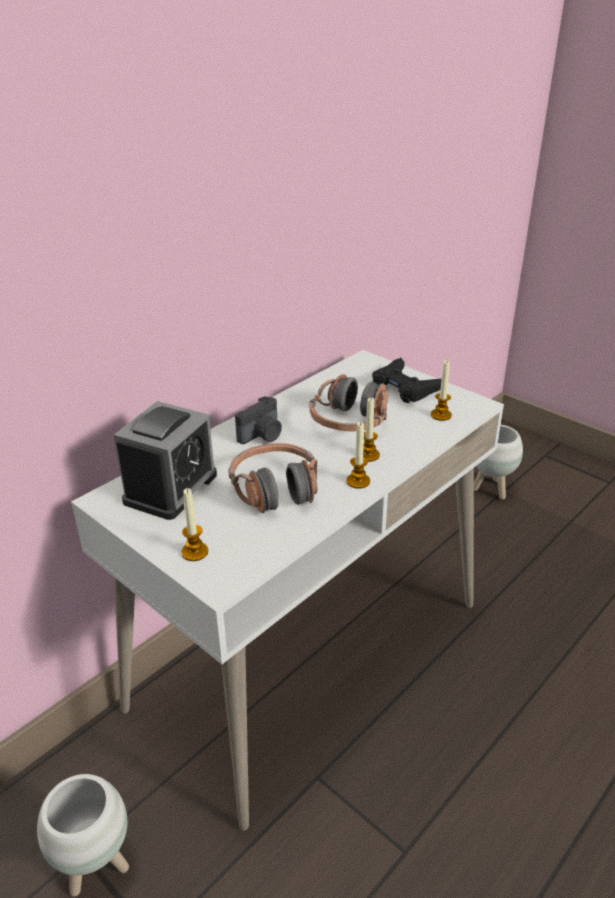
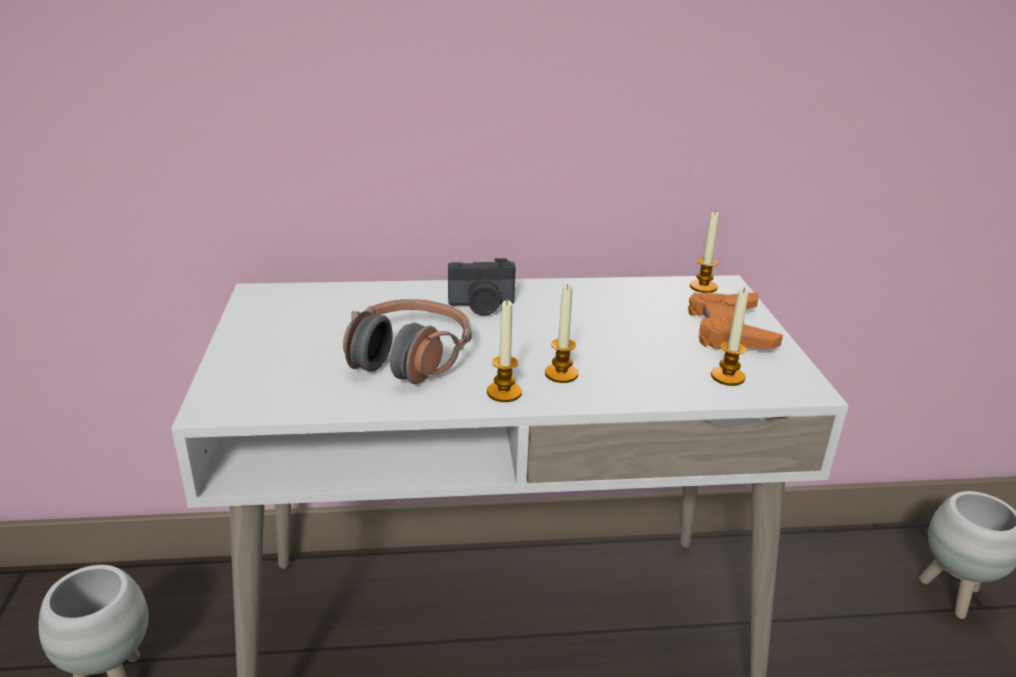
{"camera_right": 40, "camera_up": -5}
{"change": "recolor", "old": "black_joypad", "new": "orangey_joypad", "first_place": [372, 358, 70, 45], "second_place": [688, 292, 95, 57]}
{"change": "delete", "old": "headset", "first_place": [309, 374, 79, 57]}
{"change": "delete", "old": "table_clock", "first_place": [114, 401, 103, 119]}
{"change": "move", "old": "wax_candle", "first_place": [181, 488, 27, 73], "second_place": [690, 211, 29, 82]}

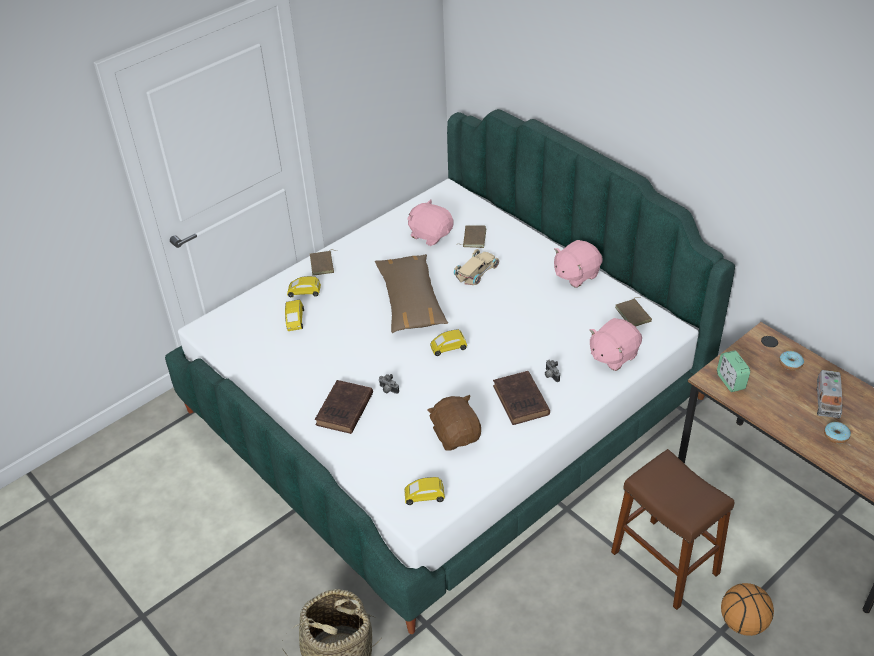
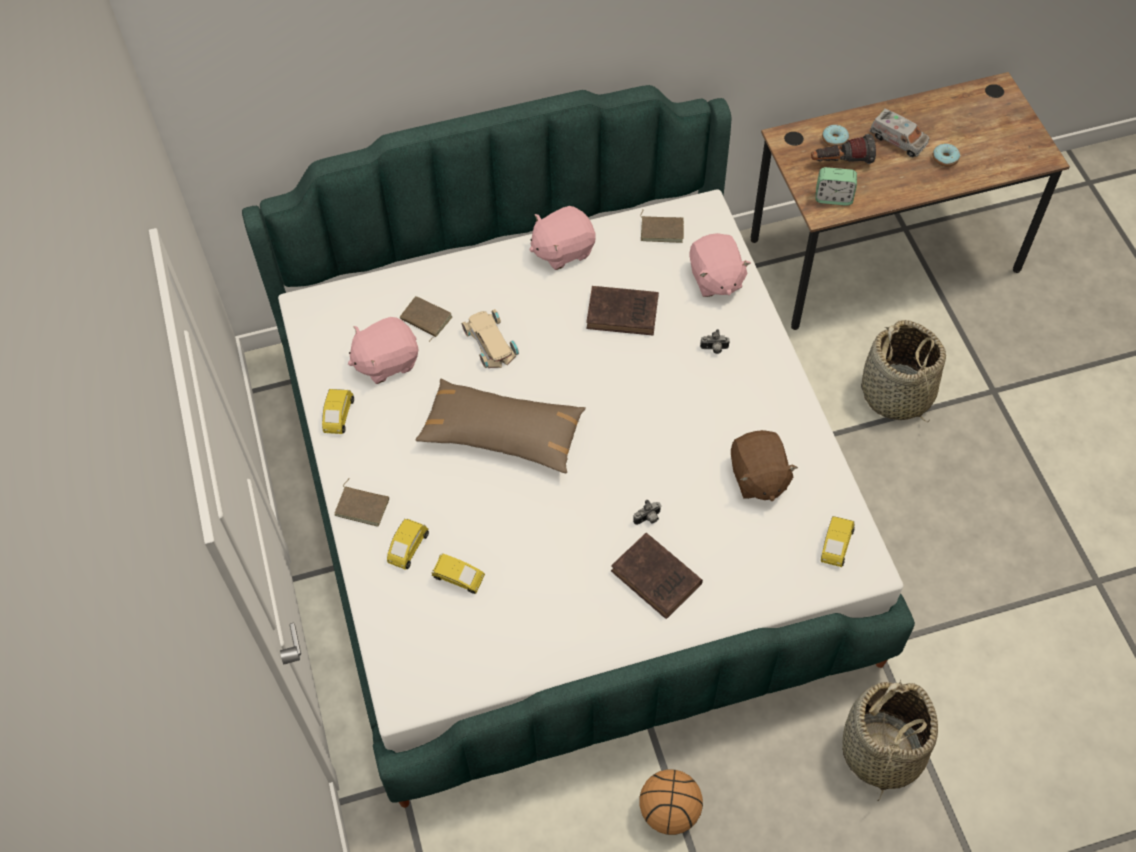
{"camera_right": -65, "camera_up": 15}
{"change": "rotate", "old": "pink_plush_toy", "first_place": [554, 240, 49, 48], "second_place": [529, 206, 67, 64], "degrees": 75}
{"change": "move", "old": "yellowish_miniature_car", "first_place": [430, 329, 37, 27], "second_place": [322, 389, 32, 45]}
{"change": "move", "old": "brown-coloured_bound_book", "first_place": [493, 371, 57, 54], "second_place": [586, 286, 73, 50]}
{"change": "rotate", "old": "brown-coloured_plush_toy", "first_place": [427, 395, 54, 56], "second_place": [731, 430, 67, 71], "degrees": -105}
{"change": "replace", "old": "brown-coloured_stool_seat", "new": "household_basket", "first_place": [611, 449, 123, 161], "second_place": [861, 320, 85, 102]}
{"change": "move", "old": "basketball", "first_place": [721, 583, 53, 53], "second_place": [639, 769, 64, 66]}
{"change": "insert", "new": "hand_torch", "second_place": [811, 134, 65, 30]}

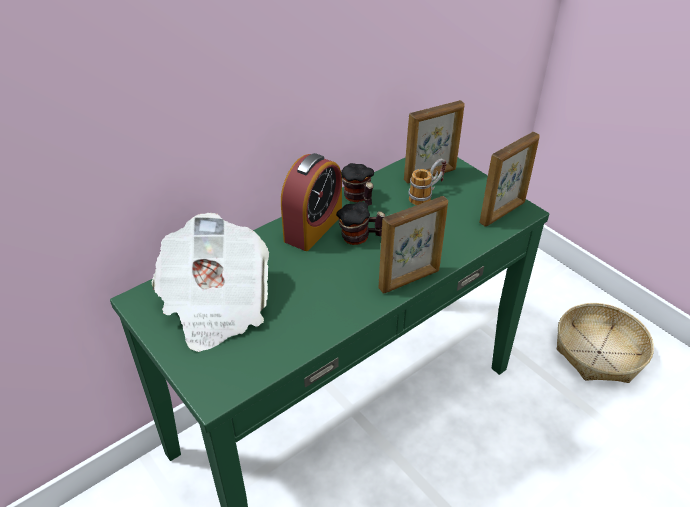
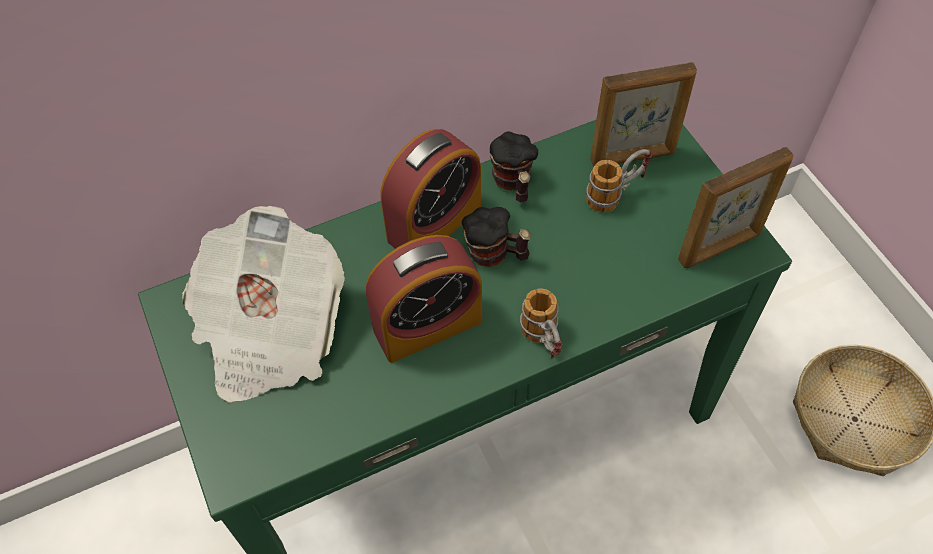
{"camera_right": 15, "camera_up": 15}
{"change": "replace", "old": "photo_frame", "new": "mug", "first_place": [378, 196, 70, 97], "second_place": [520, 288, 42, 72]}
{"change": "insert", "new": "table_clock", "second_place": [365, 235, 117, 128]}

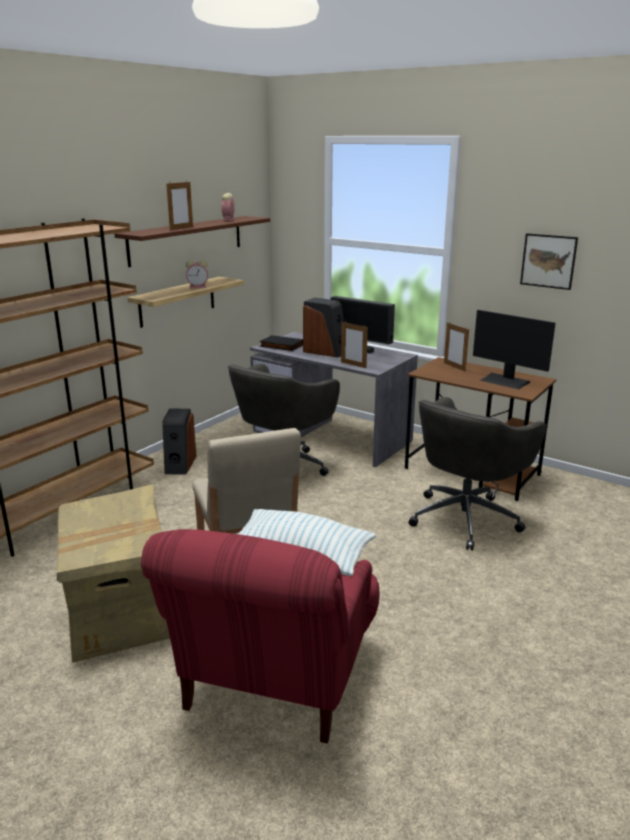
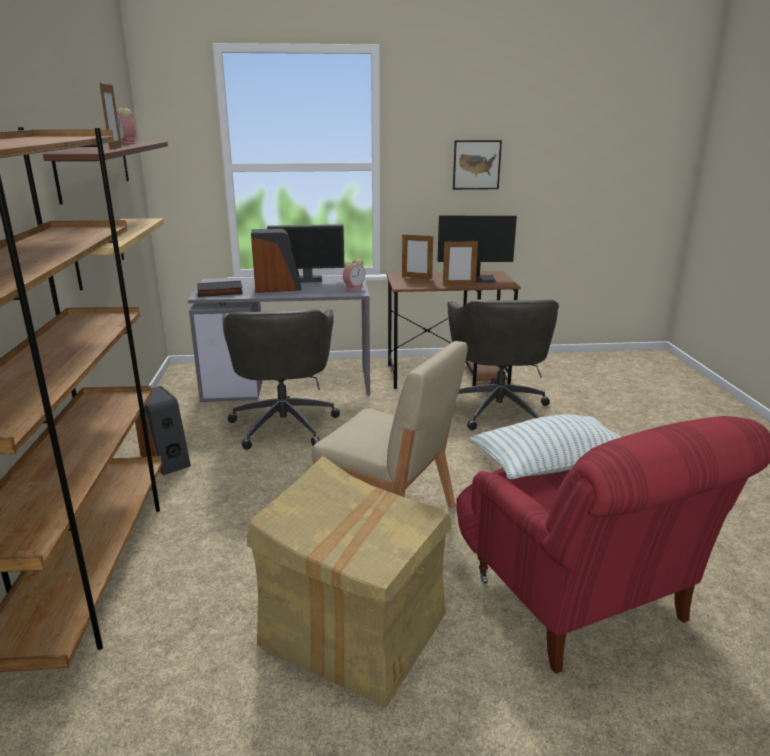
{"camera_right": -40, "camera_up": 0}
{"change": "move", "old": "table_clock", "first_place": [186, 260, 22, 28], "second_place": [343, 259, 22, 32]}
{"change": "move", "old": "photo_frame", "first_place": [341, 322, 27, 46], "second_place": [443, 240, 35, 46]}

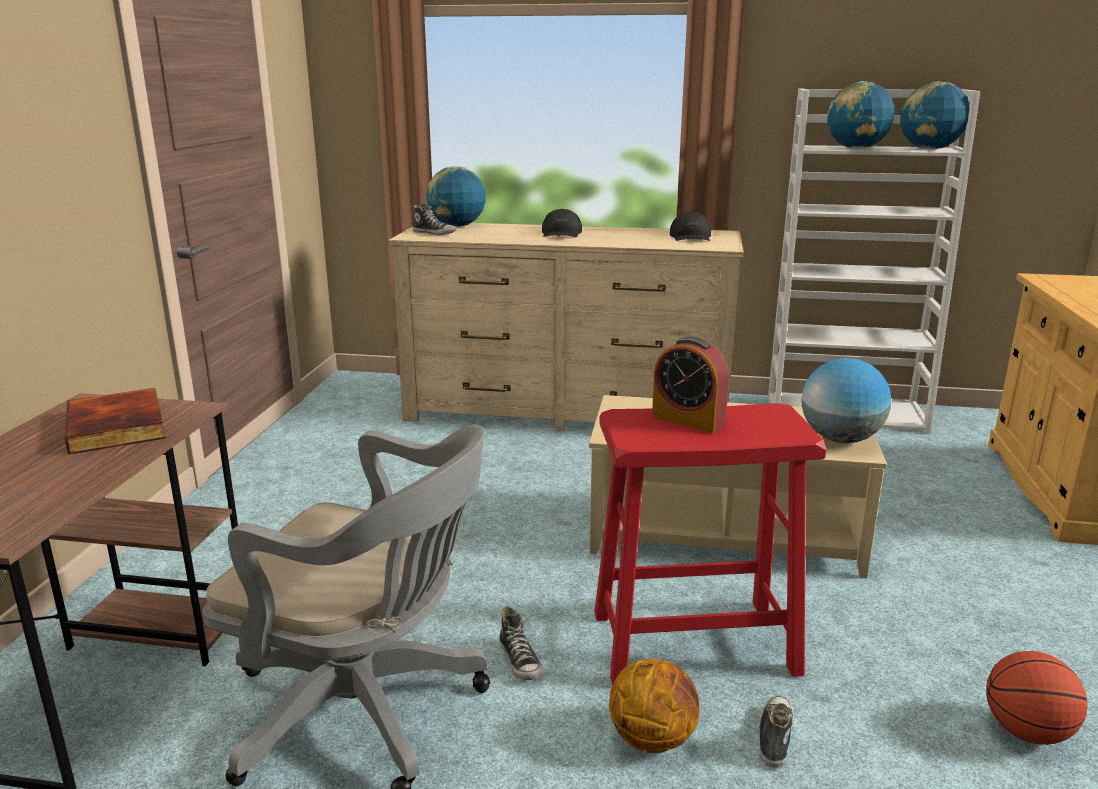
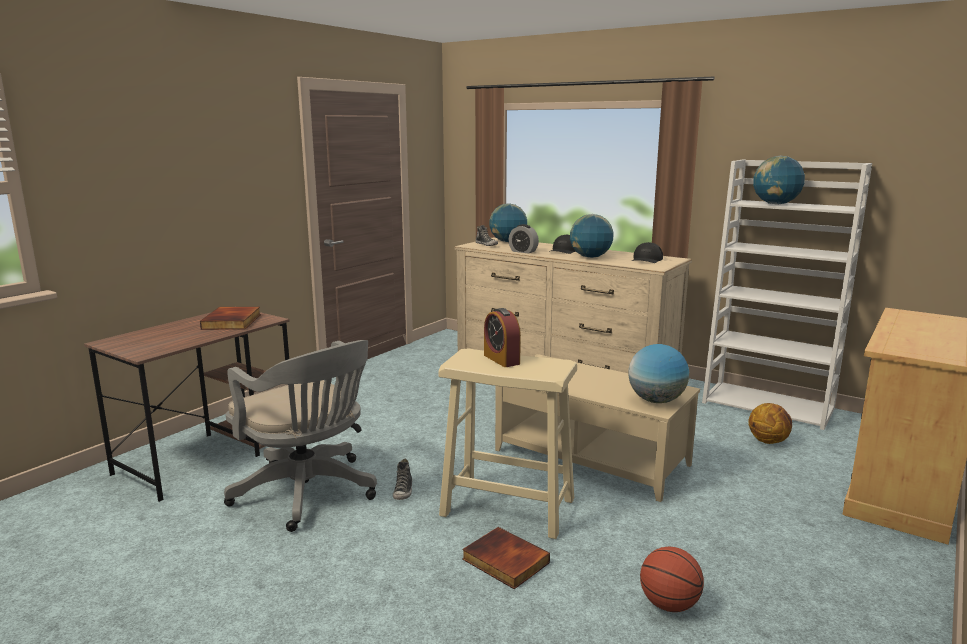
{"camera_right": 25, "camera_up": -5}
{"change": "move", "old": "desk_globe", "first_place": [900, 81, 69, 69], "second_place": [570, 214, 44, 44]}
{"change": "recolor", "old": "reddish_stool_seat", "new": "sand-coloured_stool_seat", "first_place": [594, 403, 232, 283], "second_place": [438, 349, 139, 190]}
{"change": "move", "old": "basketball", "first_place": [609, 659, 90, 94], "second_place": [748, 403, 44, 41]}
{"change": "replace", "old": "item_of_footwear", "new": "bound_book", "first_place": [759, 696, 35, 72], "second_place": [462, 527, 88, 62]}
{"change": "insert", "new": "table_clock", "second_place": [508, 224, 31, 30]}

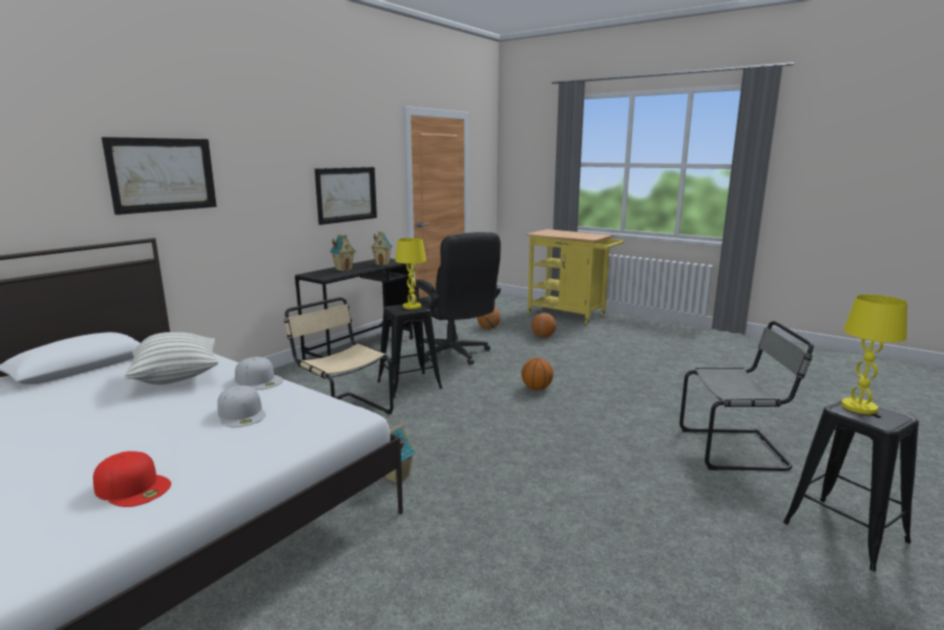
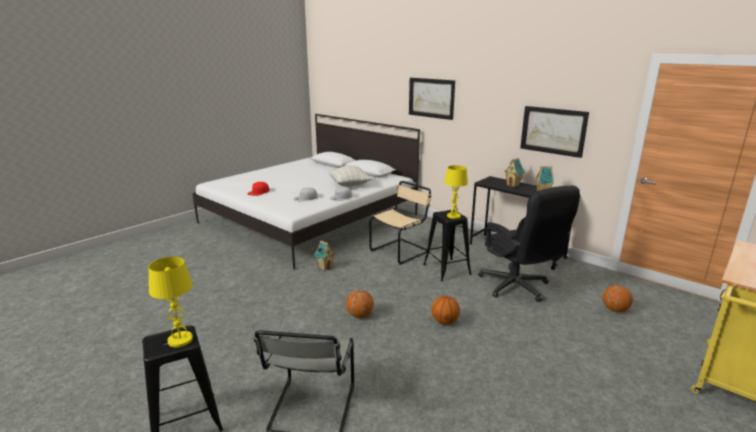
{"camera_right": 95, "camera_up": 5}
{"change": "rotate", "old": "black_computer_chair", "first_place": [413, 232, 88, 133], "second_place": [478, 185, 102, 117], "degrees": -90}
{"change": "move", "old": "basketball", "first_place": [531, 313, 25, 25], "second_place": [346, 290, 27, 28]}

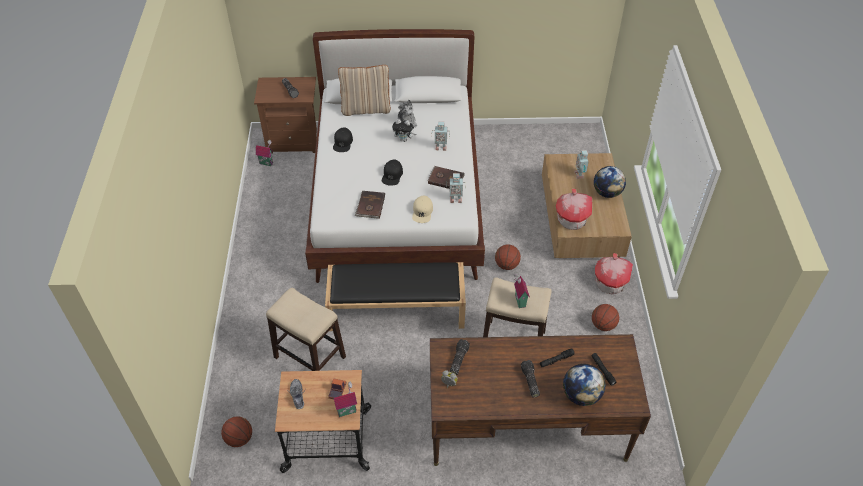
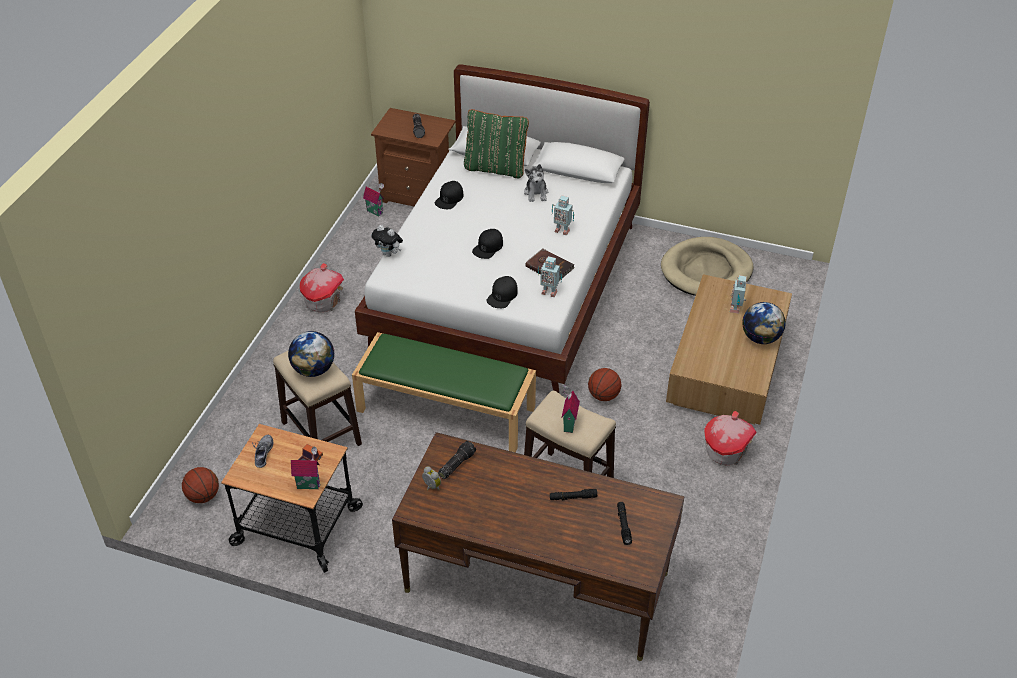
{"camera_right": 20, "camera_up": -5}
{"change": "recolor", "old": "sand-coloured_throw_pillow", "new": "green_throw_pillow", "first_place": [338, 65, 53, 51], "second_place": [464, 109, 65, 70]}
{"change": "move", "old": "plush_toy", "first_place": [392, 119, 24, 23], "second_place": [372, 225, 31, 32]}
{"change": "move", "old": "toy_house", "first_place": [556, 189, 36, 41], "second_place": [300, 263, 44, 49]}
{"change": "delete", "old": "brown-coloured_bound_book", "first_place": [355, 191, 30, 28]}
{"change": "recolor", "old": "sand-coloured_cap", "new": "black_cap", "first_place": [412, 196, 21, 27], "second_place": [486, 276, 32, 32]}
{"change": "recolor", "old": "black_bench", "new": "green_bench", "first_place": [325, 262, 141, 69], "second_place": [352, 332, 184, 121]}
{"change": "delete", "old": "basketball", "first_place": [592, 304, 27, 27]}
{"change": "delete", "old": "hand_torch", "first_place": [521, 360, 19, 38]}
{"change": "move", "old": "desk_globe", "first_place": [563, 364, 42, 42], "second_place": [288, 331, 47, 46]}
{"change": "insert", "new": "sand-coloured_dog_bed", "second_place": [661, 237, 93, 59]}

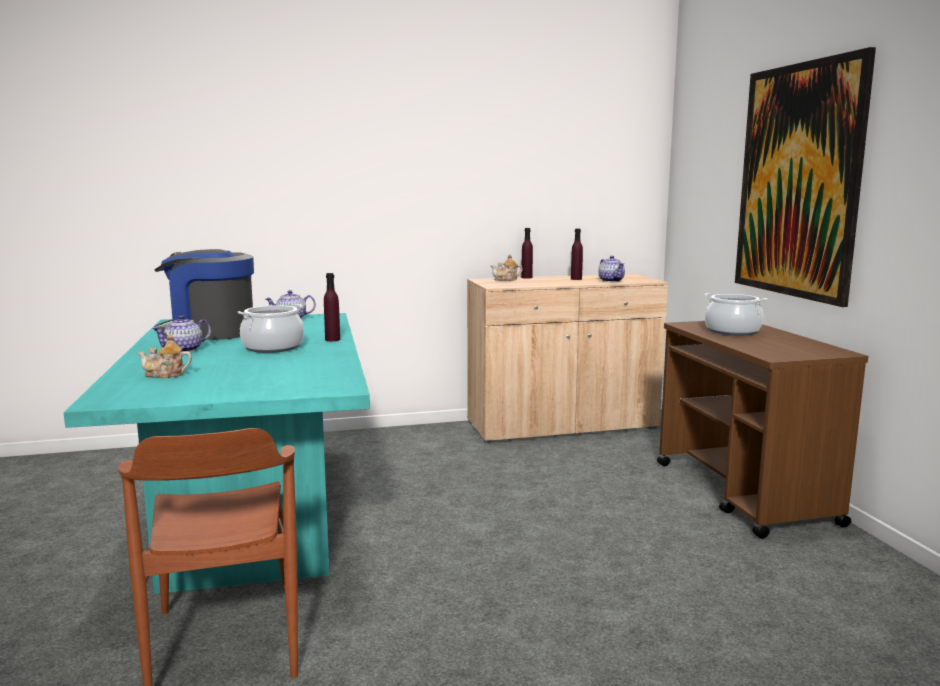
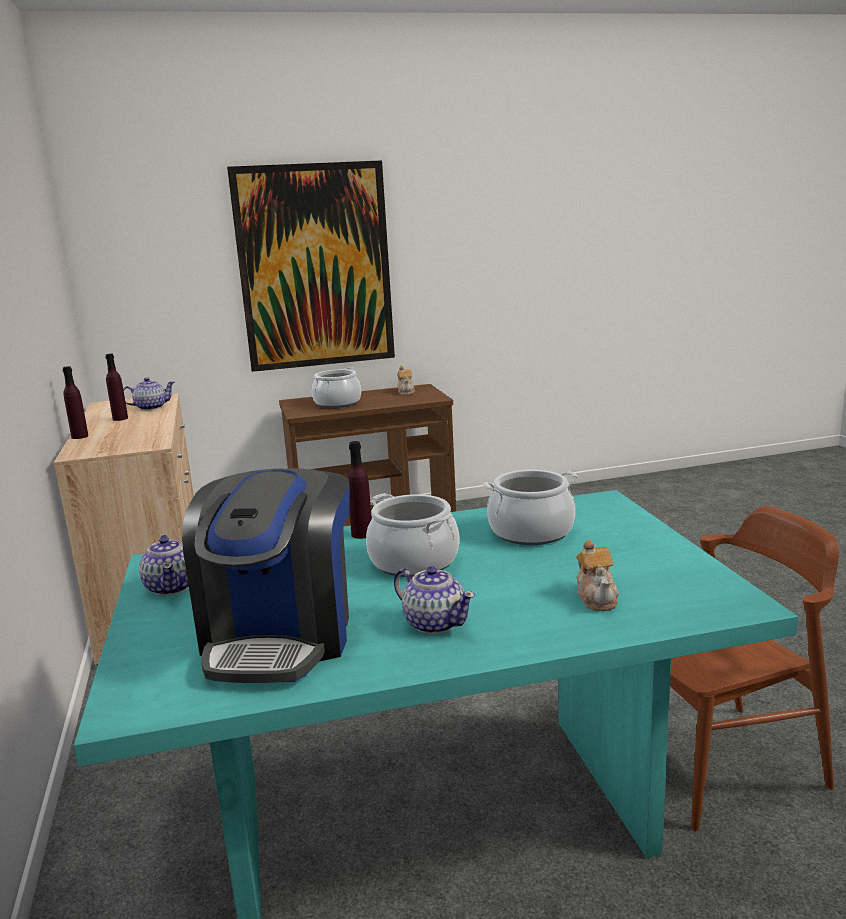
{"camera_right": -90, "camera_up": 5}
{"change": "move", "old": "tea_pot", "first_place": [491, 254, 32, 27], "second_place": [397, 366, 18, 29]}
{"change": "insert", "new": "cooking_pot", "second_place": [483, 470, 94, 75]}

